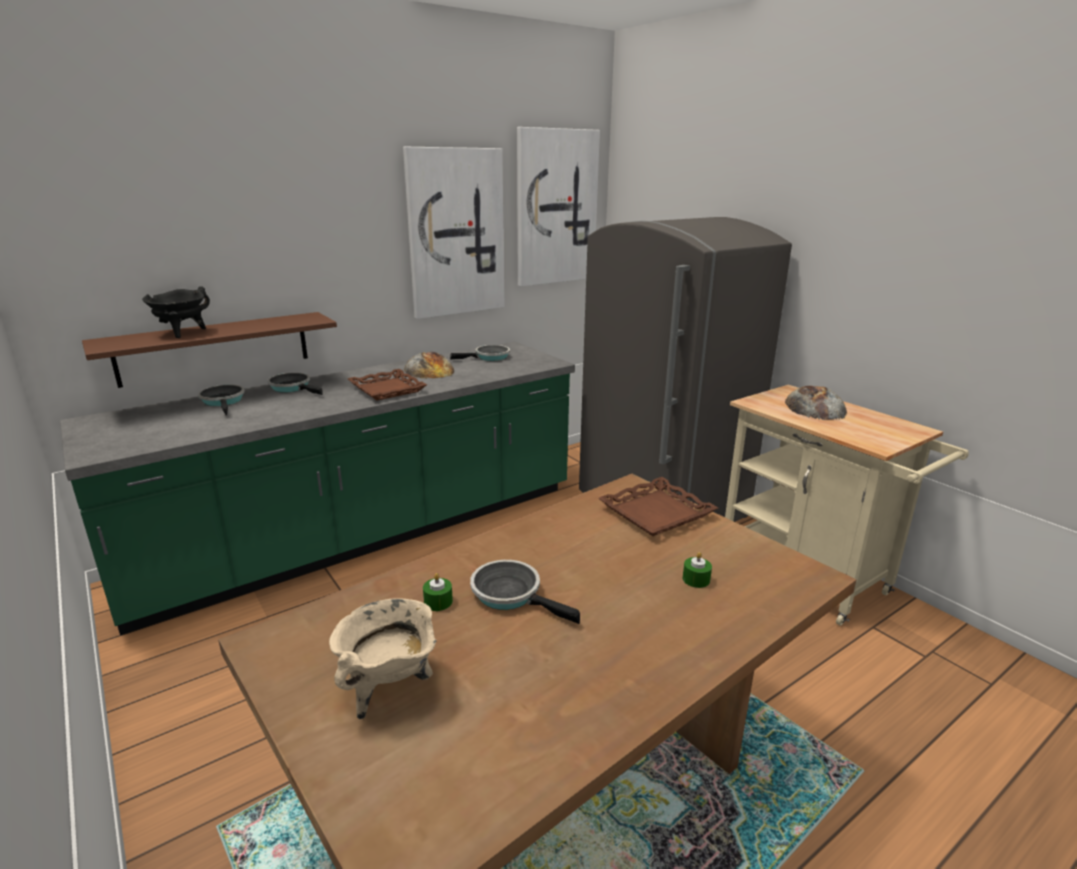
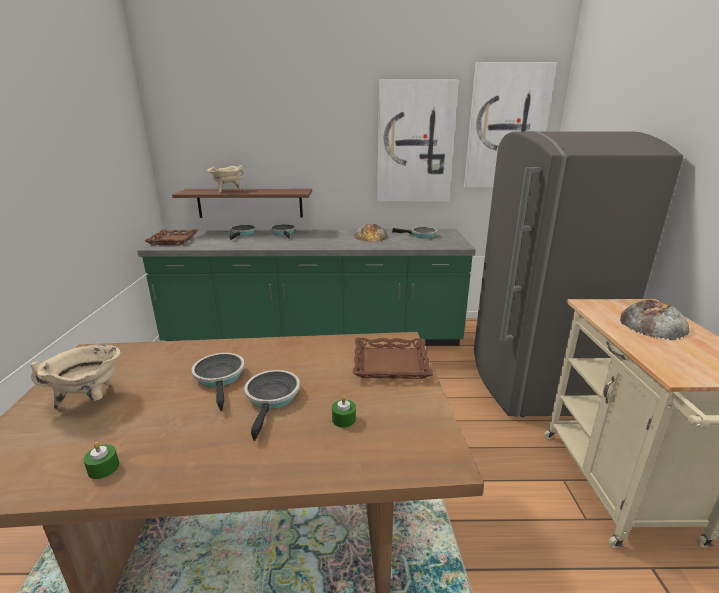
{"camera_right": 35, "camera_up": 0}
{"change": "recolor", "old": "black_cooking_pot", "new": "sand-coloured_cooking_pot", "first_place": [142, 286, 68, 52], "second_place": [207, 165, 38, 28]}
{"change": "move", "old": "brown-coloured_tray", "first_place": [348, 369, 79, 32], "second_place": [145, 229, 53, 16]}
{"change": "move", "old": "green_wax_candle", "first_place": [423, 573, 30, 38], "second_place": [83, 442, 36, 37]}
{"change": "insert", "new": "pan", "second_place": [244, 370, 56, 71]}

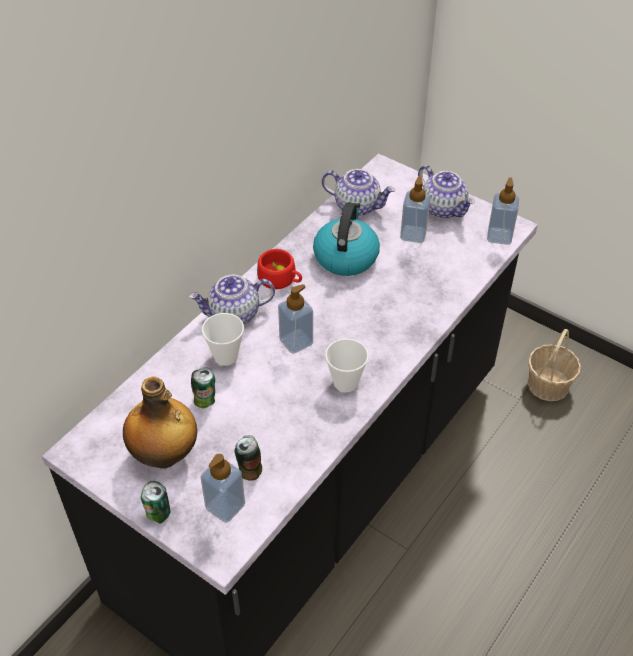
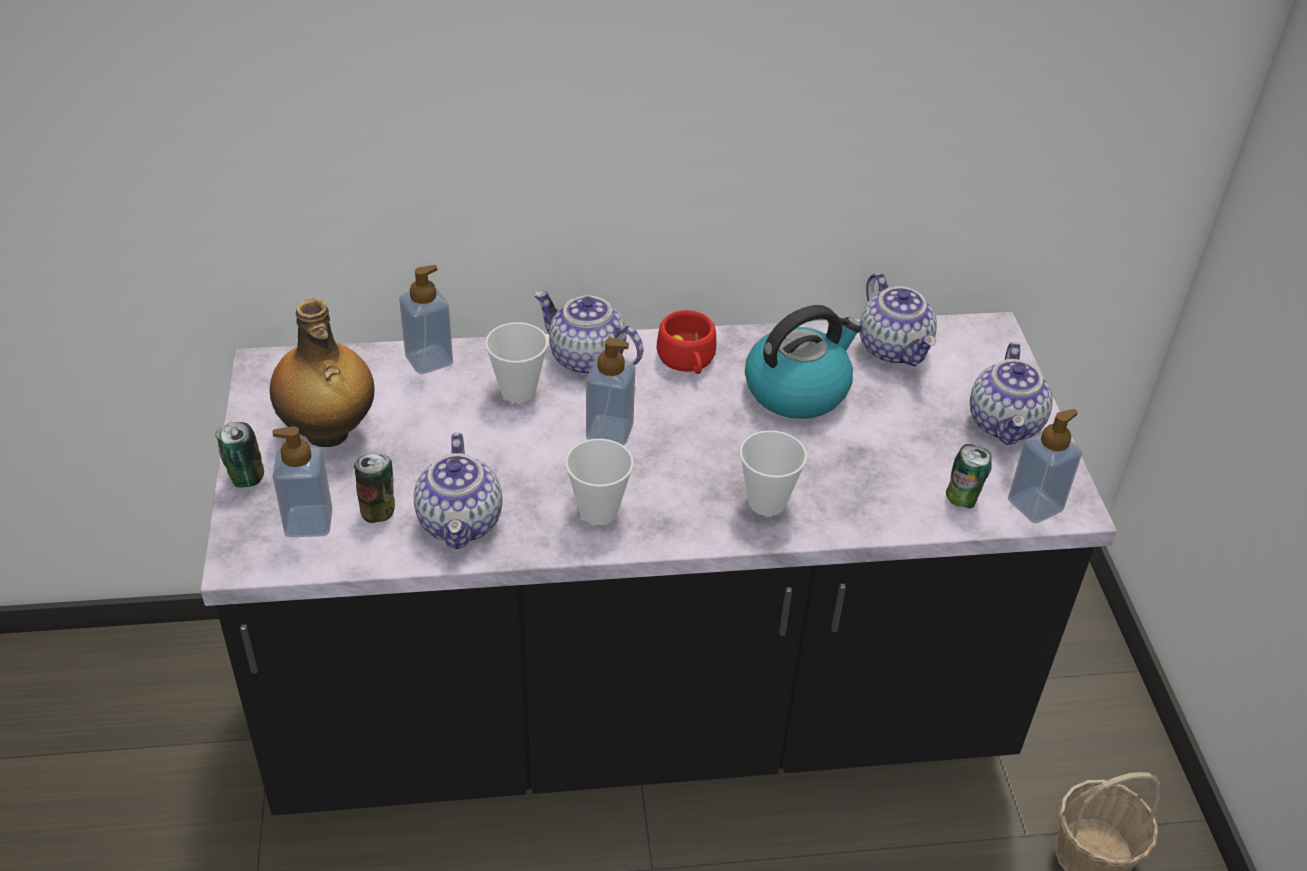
{"camera_right": 45, "camera_up": -5}
{"change": "move", "old": "soap_bottle", "first_place": [400, 176, 31, 67], "second_place": [399, 265, 54, 109]}
{"change": "move", "old": "sealed_can", "first_place": [191, 368, 24, 40], "second_place": [946, 444, 46, 64]}
{"change": "insert", "new": "cup", "second_place": [740, 430, 67, 86]}
{"change": "insert", "new": "tea_pot", "second_place": [414, 433, 88, 117]}

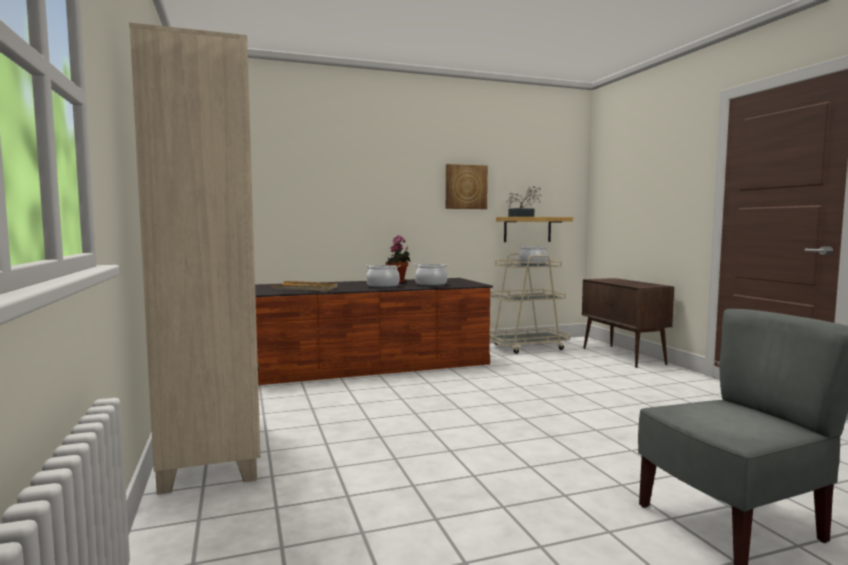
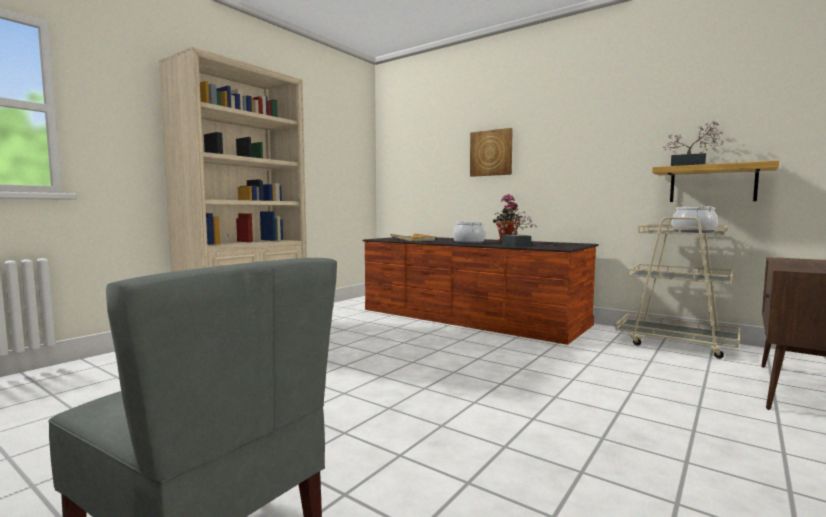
{"camera_right": 55, "camera_up": 0}
{"change": "move", "old": "picture", "first_place": [446, 164, 42, 45], "second_place": [470, 128, 43, 49]}
{"change": "replace", "old": "cooking_pot", "new": "potted_plant", "first_place": [414, 264, 34, 23], "second_place": [494, 207, 43, 40]}

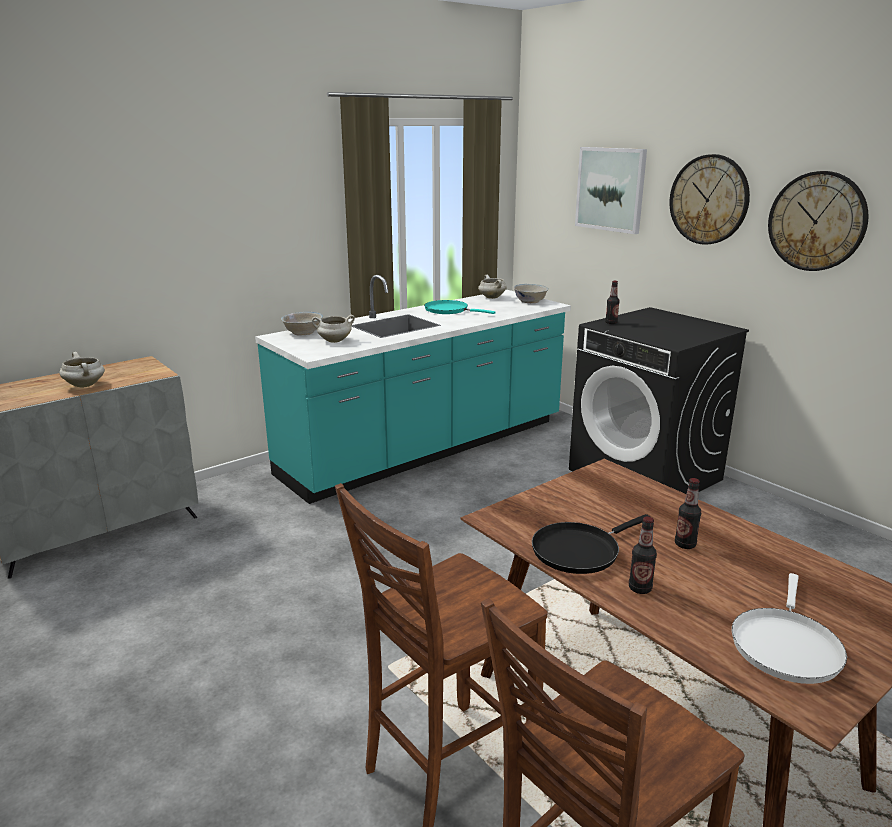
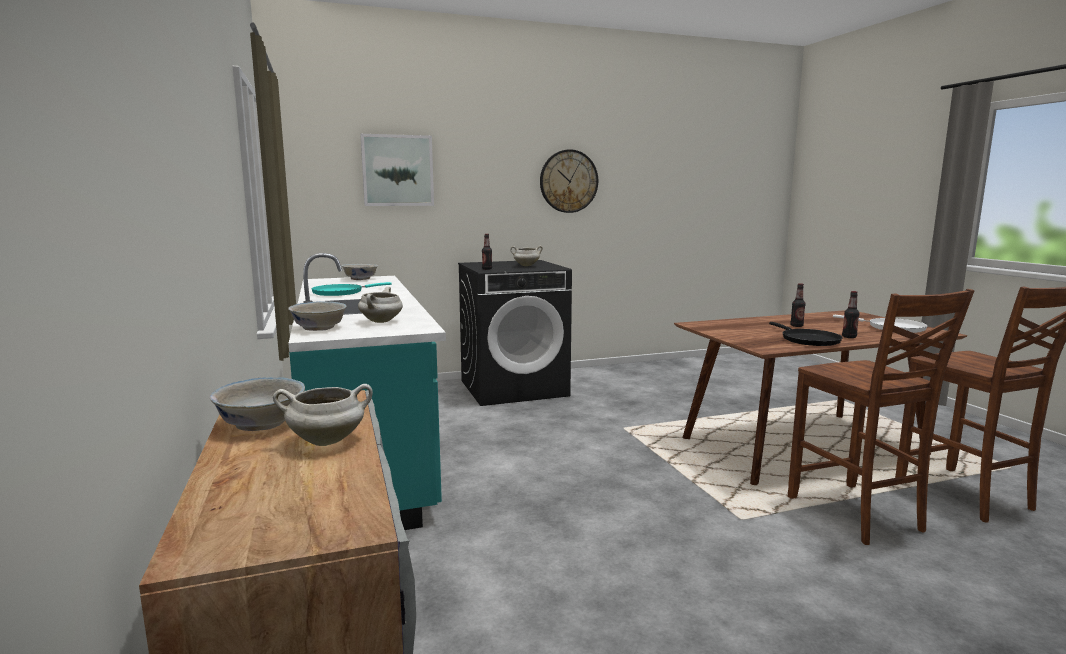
{"camera_right": -70, "camera_up": -10}
{"change": "delete", "old": "hanging_clock", "first_place": [670, 154, 80, 91]}
{"change": "move", "old": "white-coloured_cooking_pot", "first_place": [478, 275, 29, 24], "second_place": [510, 246, 33, 20]}
{"change": "insert", "new": "white-coloured_bowl", "second_place": [210, 377, 95, 54]}

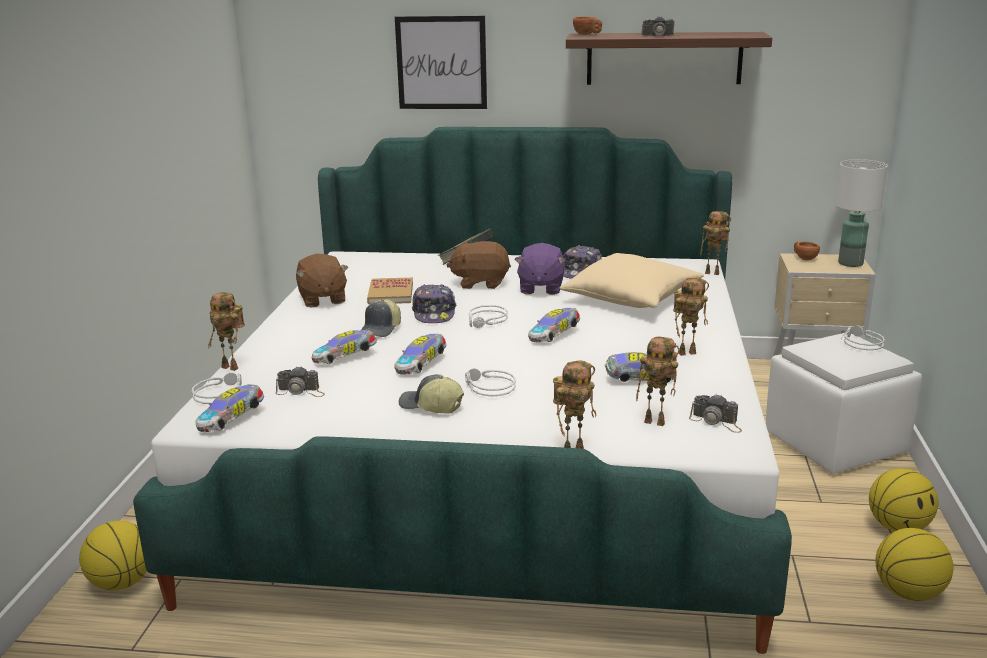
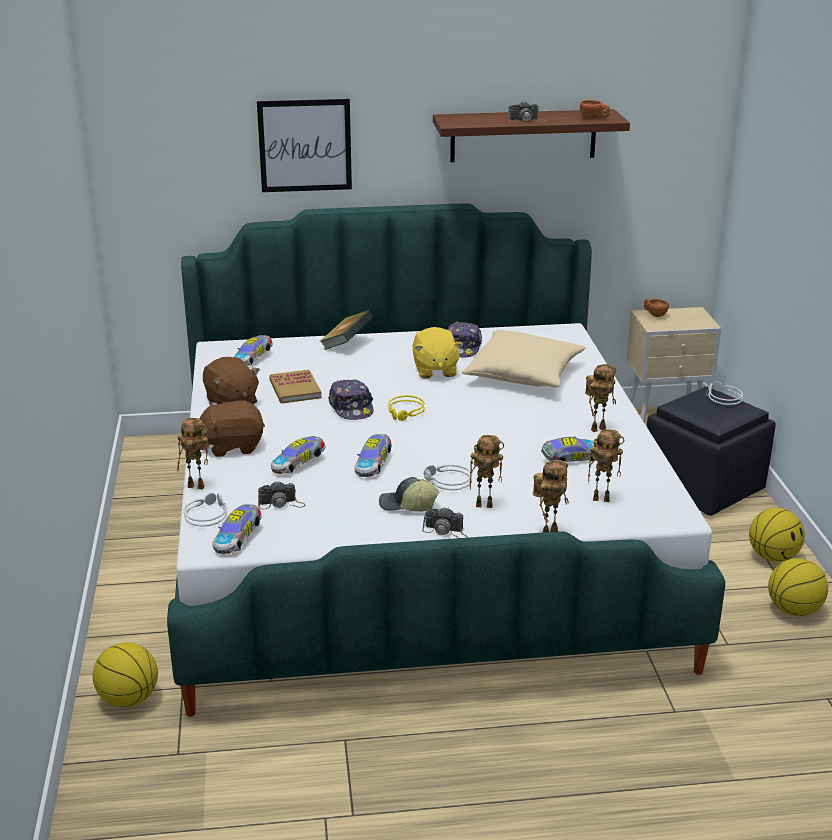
{"camera_right": -15, "camera_up": 5}
{"change": "move", "old": "brown-coloured_cup", "first_place": [573, 17, 29, 18], "second_place": [580, 100, 30, 19]}
{"change": "delete", "old": "white-coloured_tabletop_lamp", "first_place": [835, 159, 53, 108]}
{"change": "move", "old": "robot_figure", "first_place": [700, 211, 31, 64], "second_place": [469, 435, 35, 73]}
{"change": "move", "old": "brown-coloured_plush_toy", "first_place": [446, 241, 65, 48], "second_place": [199, 400, 66, 57]}
{"change": "recolor", "old": "purplish_plush_toy", "new": "yellowish_plush_toy", "first_place": [514, 243, 52, 52], "second_place": [413, 327, 49, 51]}
{"change": "delete", "old": "cap", "first_place": [360, 299, 41, 38]}
{"change": "recolor", "old": "grey_headset", "new": "yellowish_headset", "first_place": [468, 305, 40, 24], "second_place": [388, 395, 37, 26]}
{"change": "move", "old": "miniature_car", "first_place": [528, 308, 52, 34], "second_place": [233, 335, 40, 31]}
{"change": "recolor", "old": "white-coloured_pouffe", "new": "black_pouffe", "first_place": [766, 332, 156, 142], "second_place": [647, 386, 129, 130]}
{"change": "move", "old": "still_camera", "first_place": [689, 395, 53, 38], "second_place": [422, 508, 46, 30]}

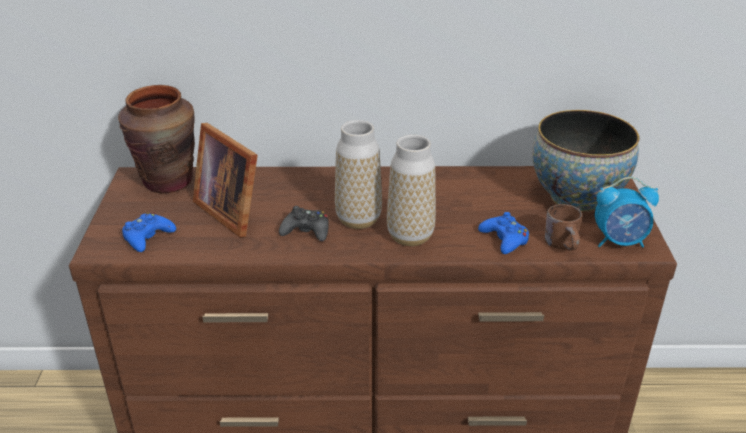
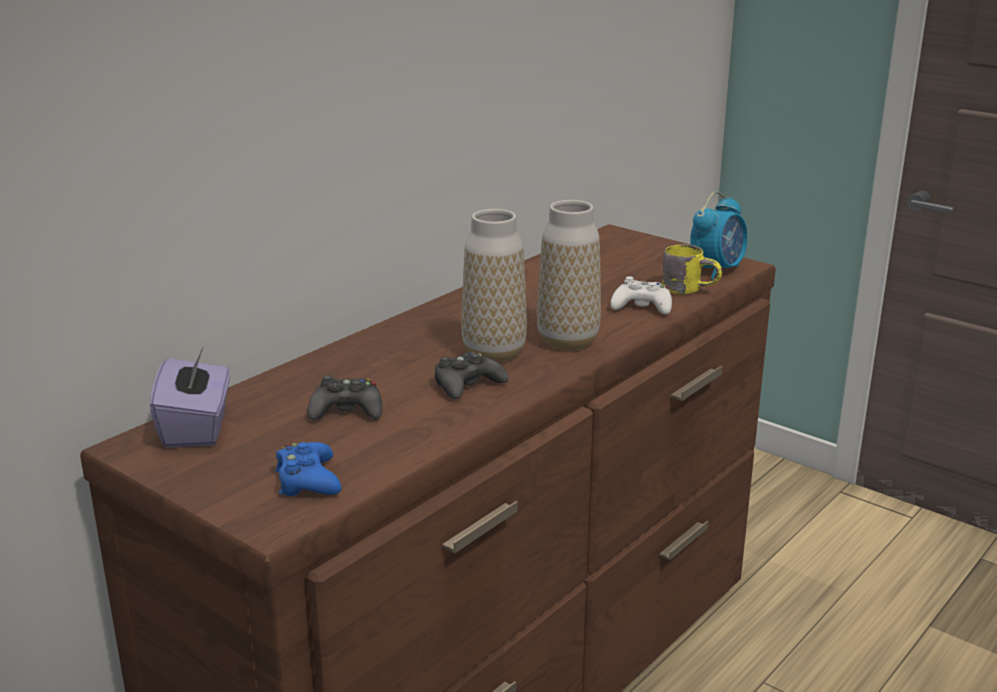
{"camera_right": -50, "camera_up": -10}
{"change": "replace", "old": "brown-coloured_flower_vase", "new": "purplish_tissue_box", "first_place": [118, 85, 77, 109], "second_place": [150, 346, 80, 102]}
{"change": "delete", "old": "bowl", "first_place": [533, 110, 106, 102]}
{"change": "replace", "old": "photo_frame", "new": "black_joypad", "first_place": [193, 123, 65, 115], "second_place": [308, 375, 74, 45]}
{"change": "recolor", "old": "brown-coloured_mug", "new": "yellowish_mug", "first_place": [545, 204, 37, 46], "second_place": [662, 244, 60, 51]}
{"change": "recolor", "old": "blue-coloured_joypad", "new": "white-coloured_joypad", "first_place": [478, 212, 51, 42], "second_place": [610, 276, 62, 39]}

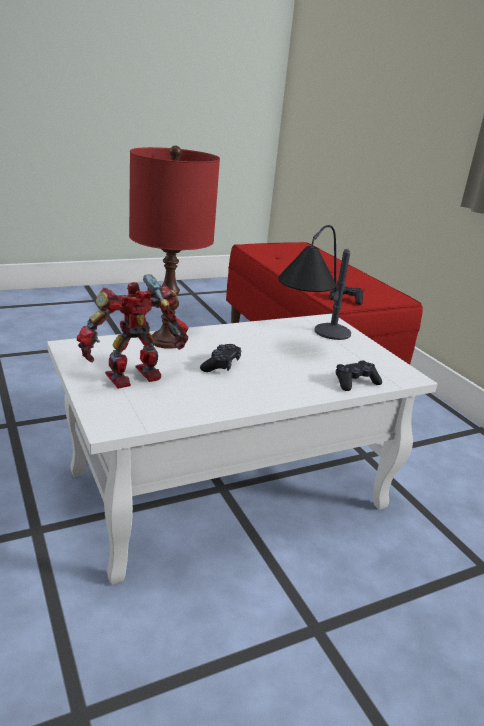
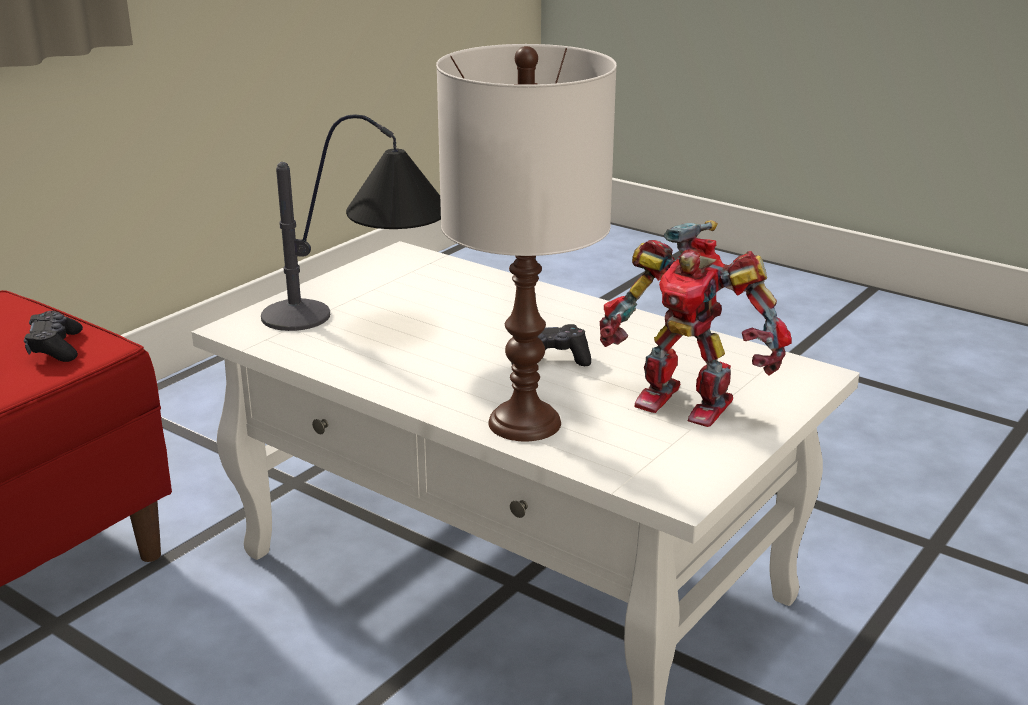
{"camera_right": -115, "camera_up": 0}
{"change": "recolor", "old": "reddish_tabletop_lamp", "new": "white-coloured_tabletop_lamp", "first_place": [129, 146, 91, 203], "second_place": [436, 44, 181, 397]}
{"change": "delete", "old": "black_joypad", "first_place": [336, 361, 46, 30]}

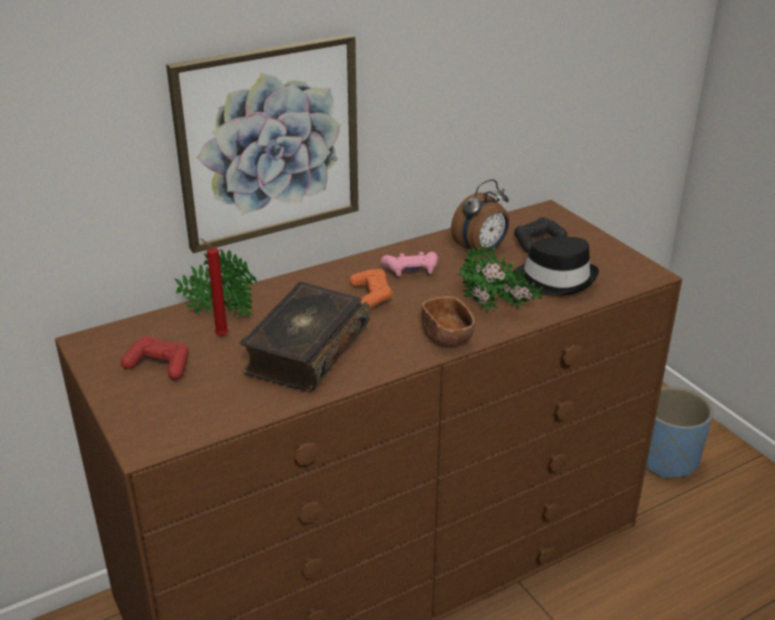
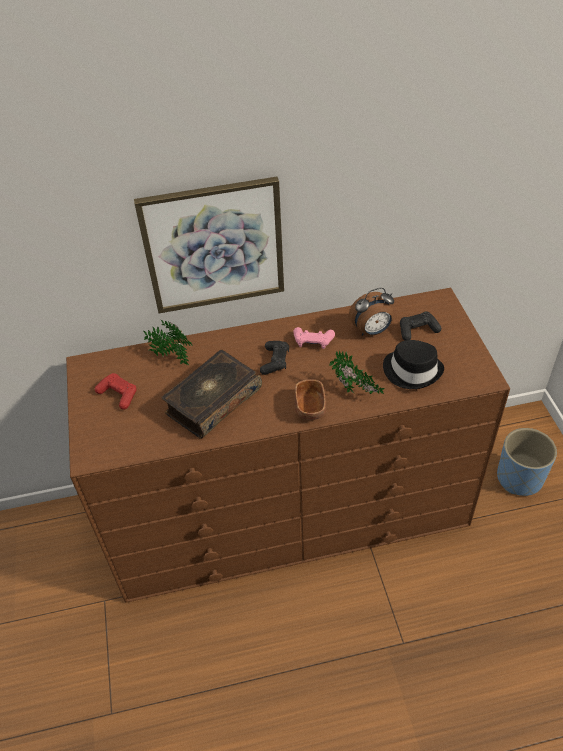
{"camera_right": 20, "camera_up": 15}
{"change": "delete", "old": "reddish_wax_candle", "first_place": [200, 238, 29, 98]}
{"change": "recolor", "old": "orangey_joypad", "new": "black_joypad", "first_place": [350, 269, 43, 40], "second_place": [260, 341, 29, 34]}

